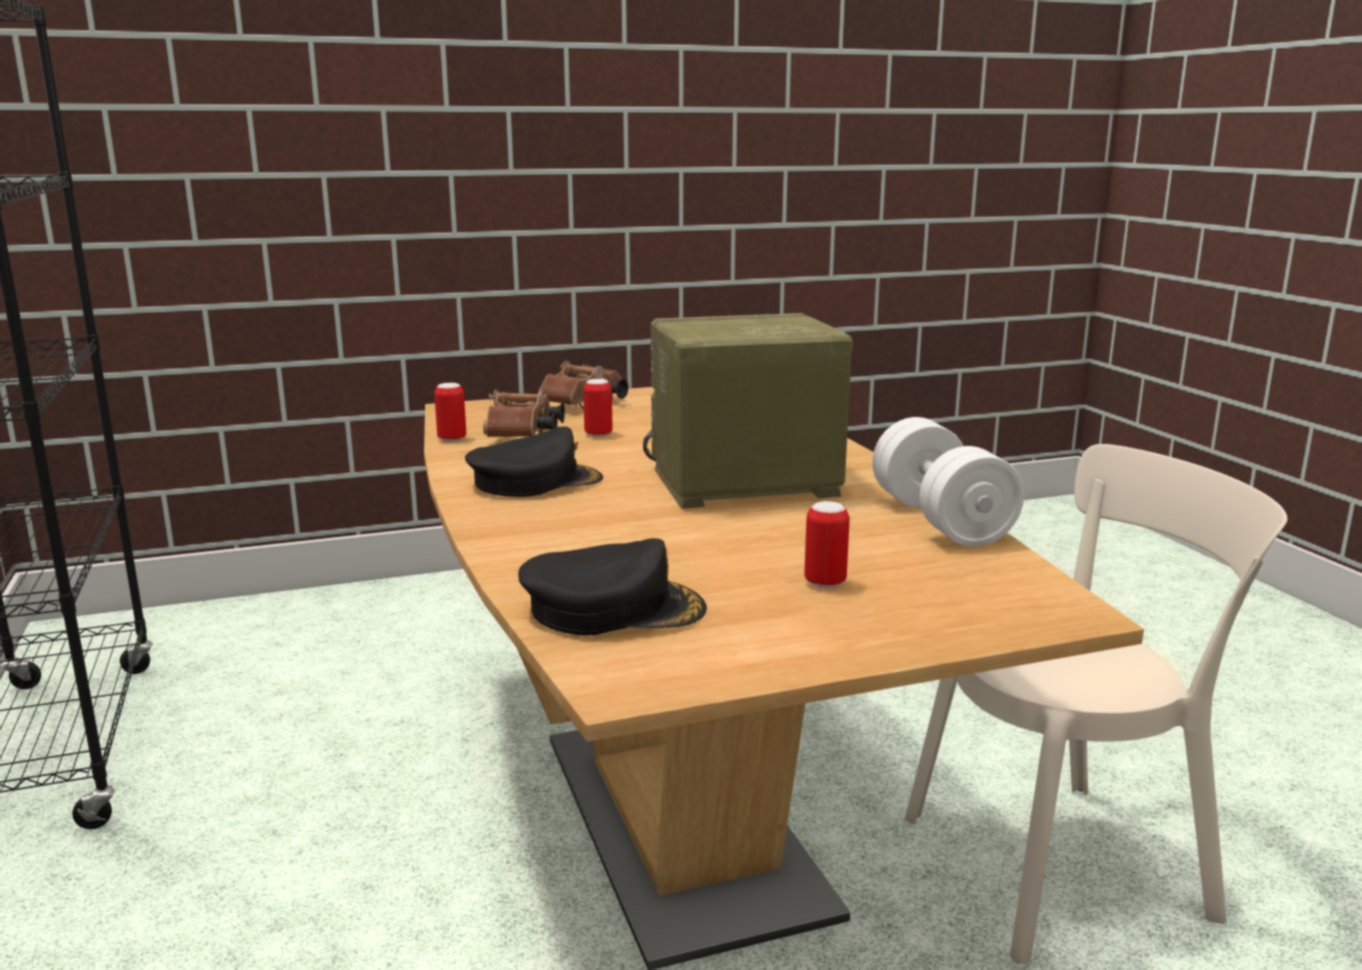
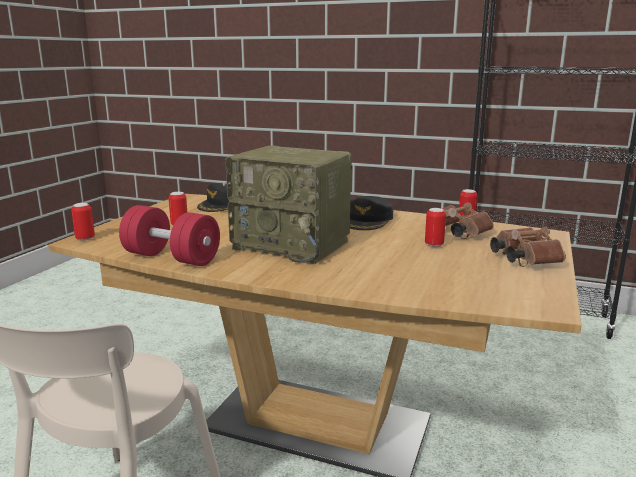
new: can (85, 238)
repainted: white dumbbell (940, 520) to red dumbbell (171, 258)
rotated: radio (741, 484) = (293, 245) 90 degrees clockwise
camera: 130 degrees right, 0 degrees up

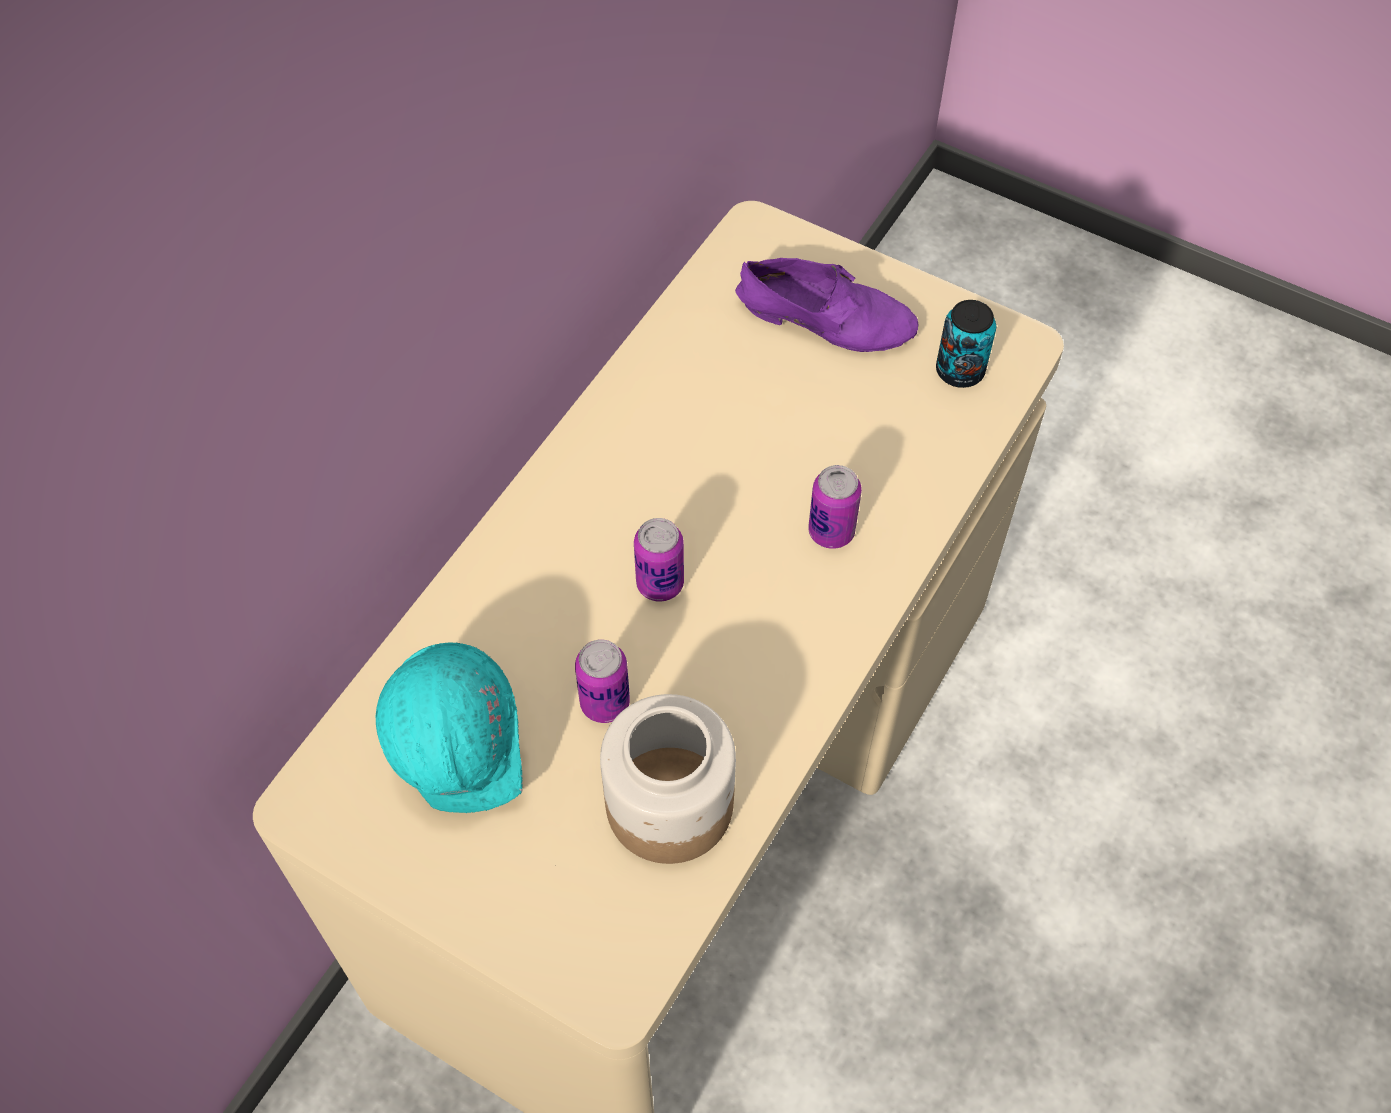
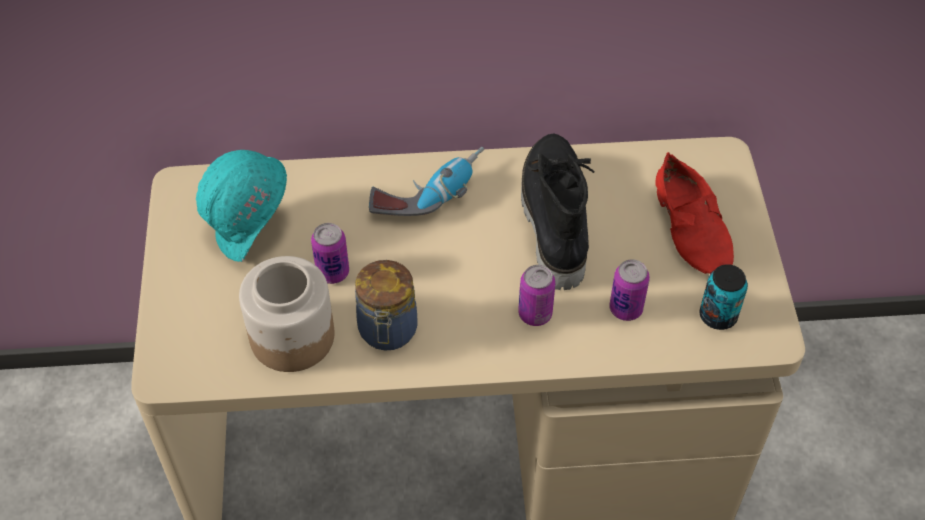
new: black boot (552, 220); power drill (429, 191); jar (387, 332)
shifted: can (660, 583) to (625, 309)
repainted: purple shoe (827, 316) to red shoe (693, 226)
camera: 55 degrees right, 5 degrees down

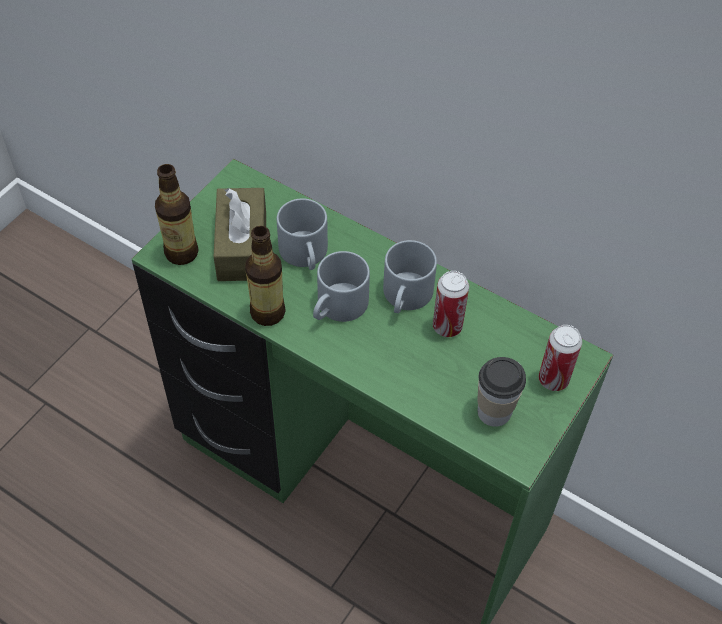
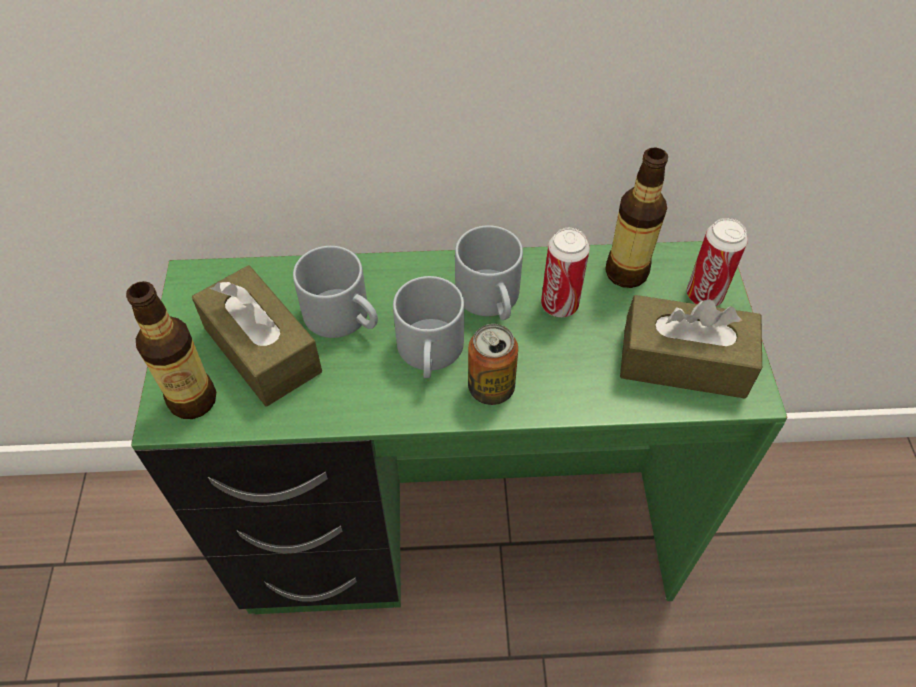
new: can (491, 388)
shifted: bottle (267, 312) to (626, 272)
swapped: cup (494, 411) to brown tissue box (683, 362)
camera: 35 degrees left, 0 degrees up

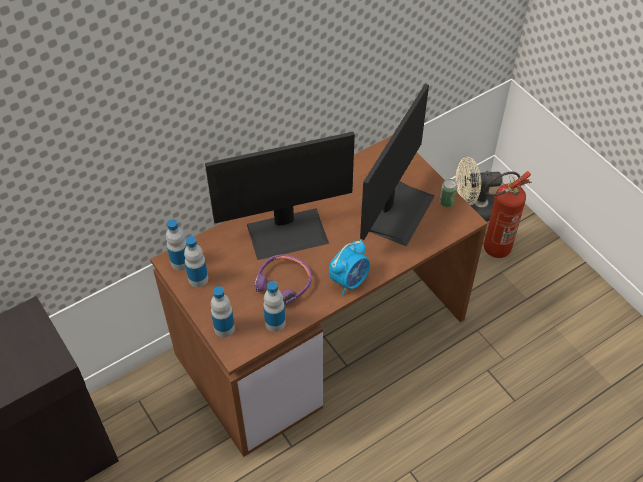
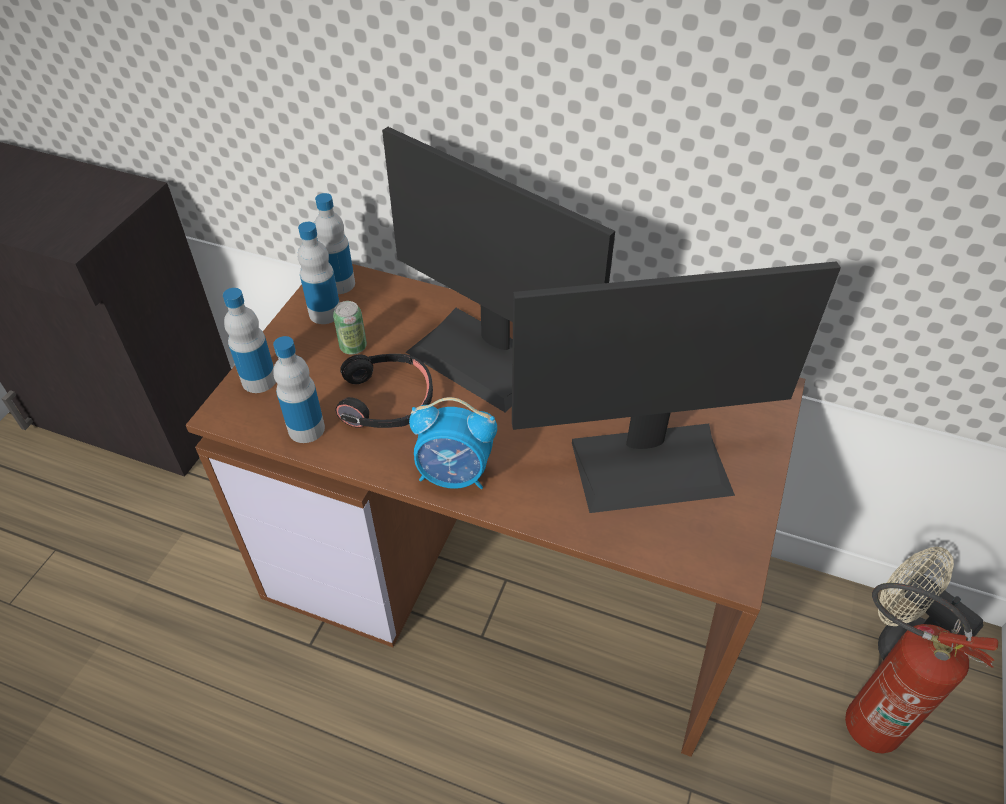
shifted: can (446, 202) to (353, 347)
repainted: purple headphones (284, 283) to black headphones (387, 400)
camera: 55 degrees right, 5 degrees down

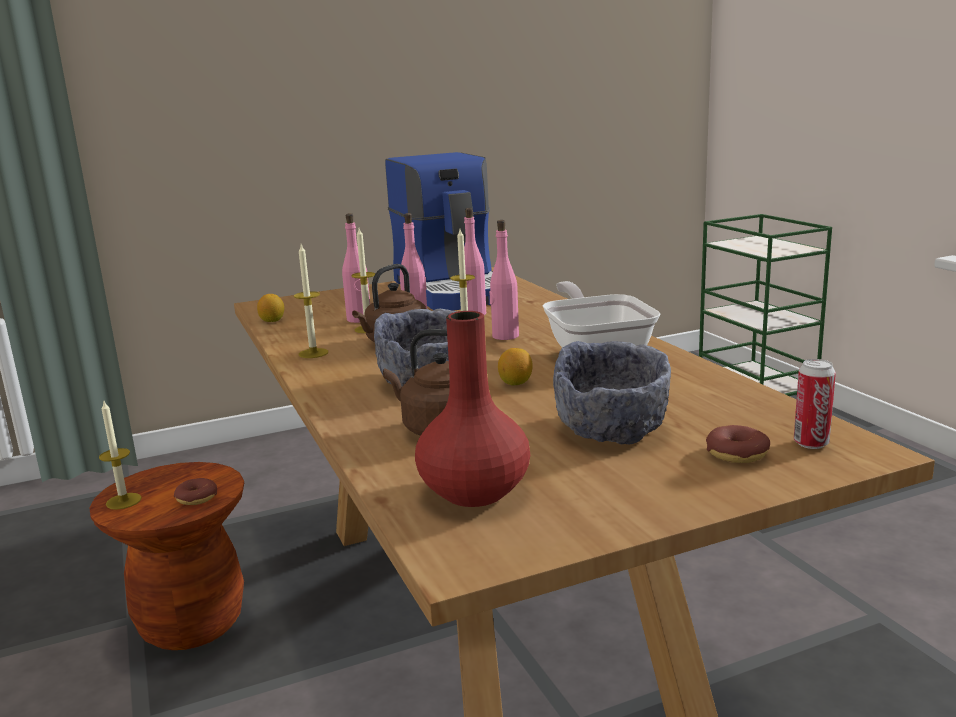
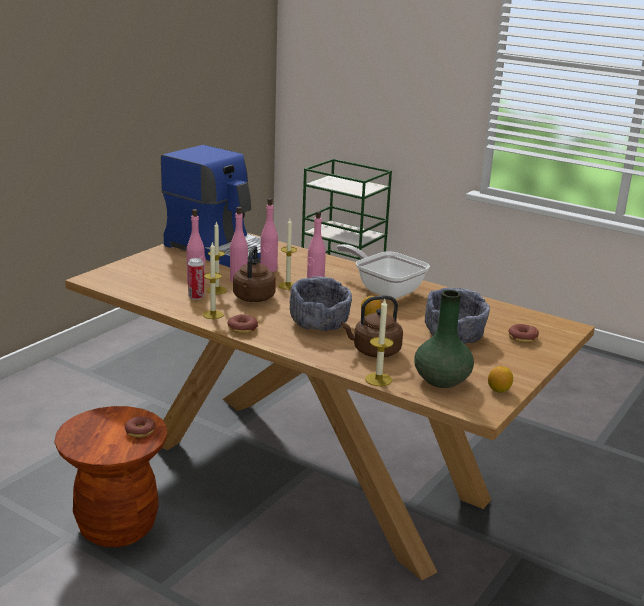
new: donut (242, 329)
shifted: lemon (272, 321) to (499, 390); can (811, 443) to (196, 297); candle (123, 501) to (378, 379)
repainted: red vase (475, 493) to green vase (442, 381)
camera: 35 degrees left, 5 degrees up

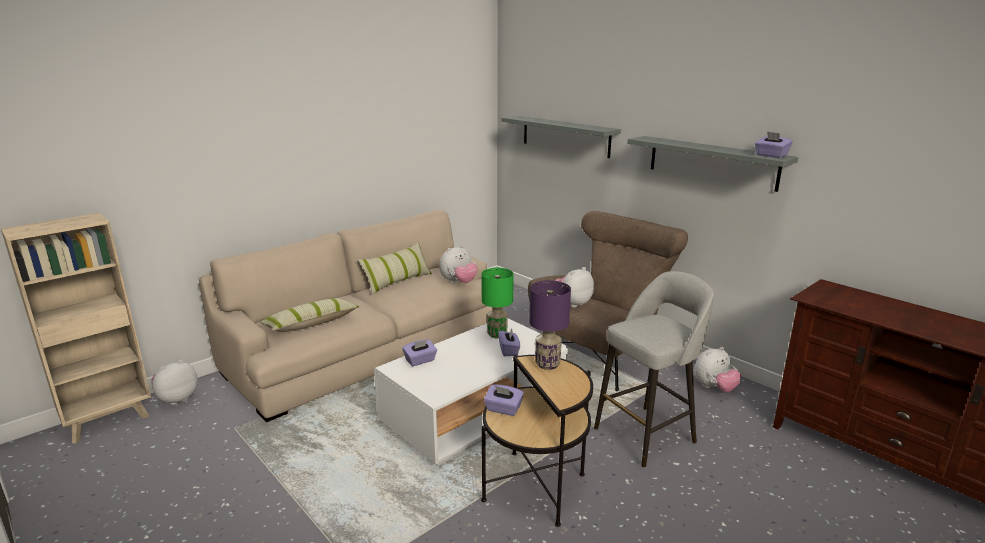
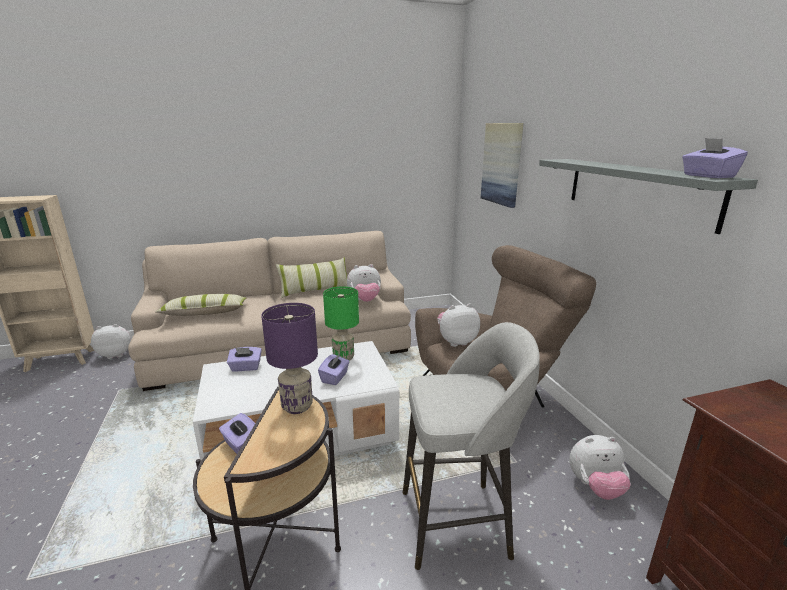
swapped: grey shelf (565, 136) to picture (502, 164)
camera: 25 degrees right, 0 degrees up

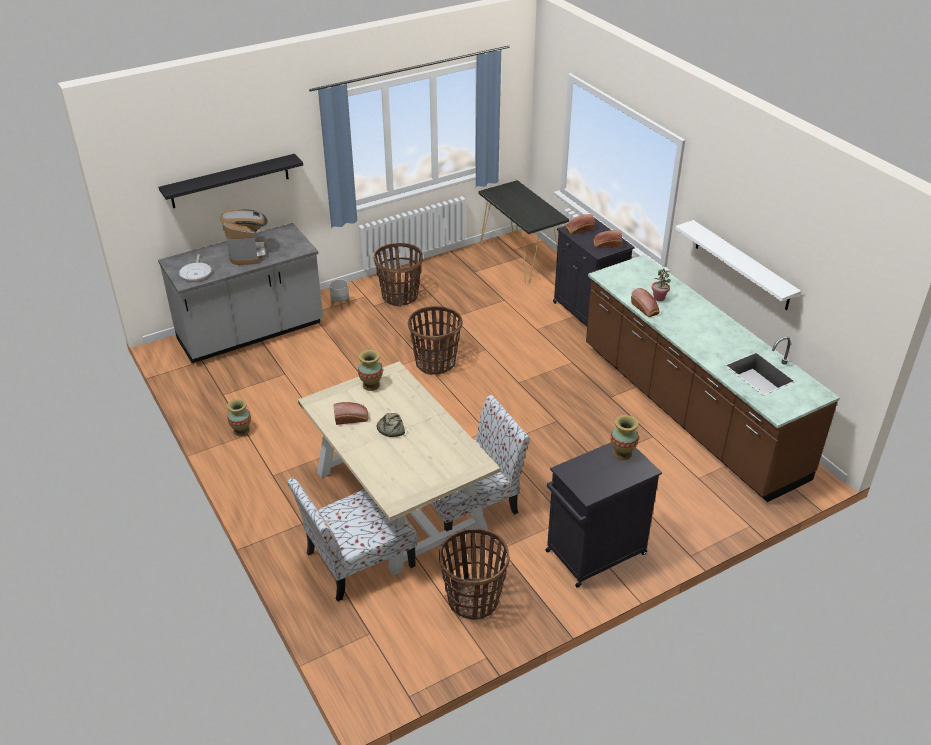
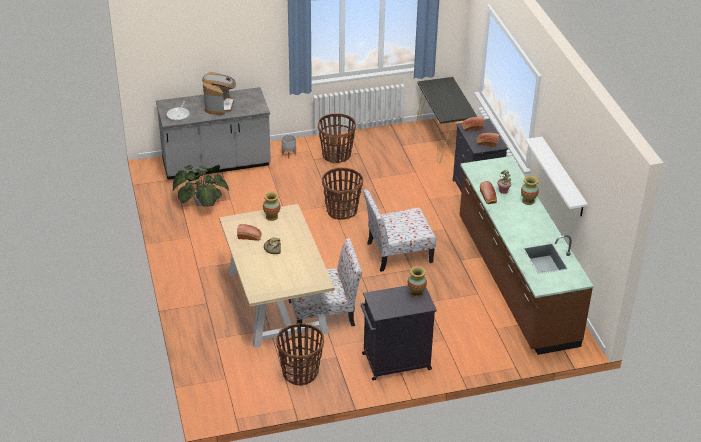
gone: black shelf (230, 181)
new: potted plant (202, 201)
shifted: vase (241, 431) to (528, 201); chair (357, 561) to (397, 253)
camera: 15 degrees right, 0 degrees up

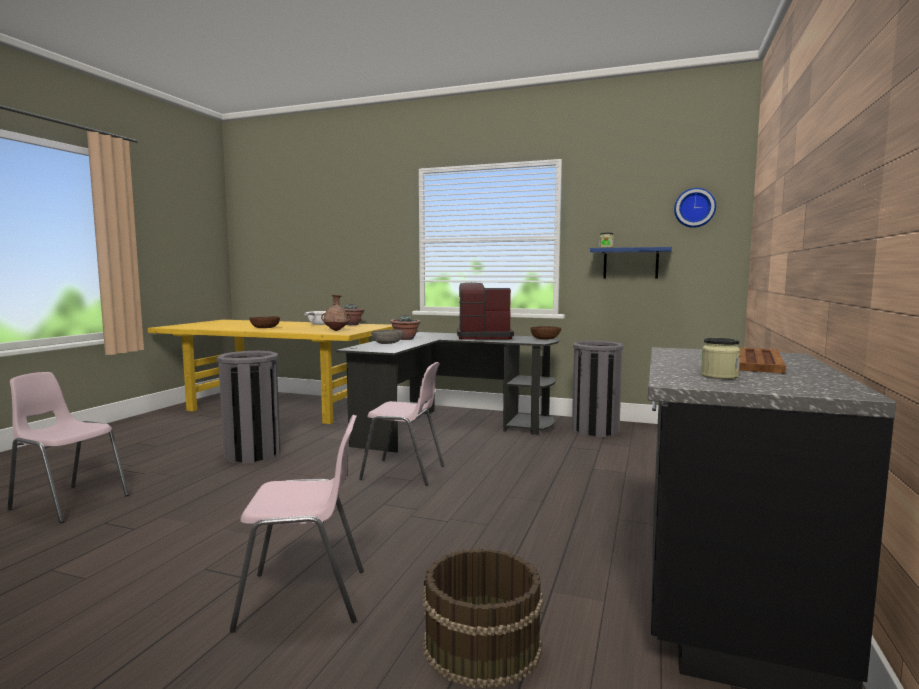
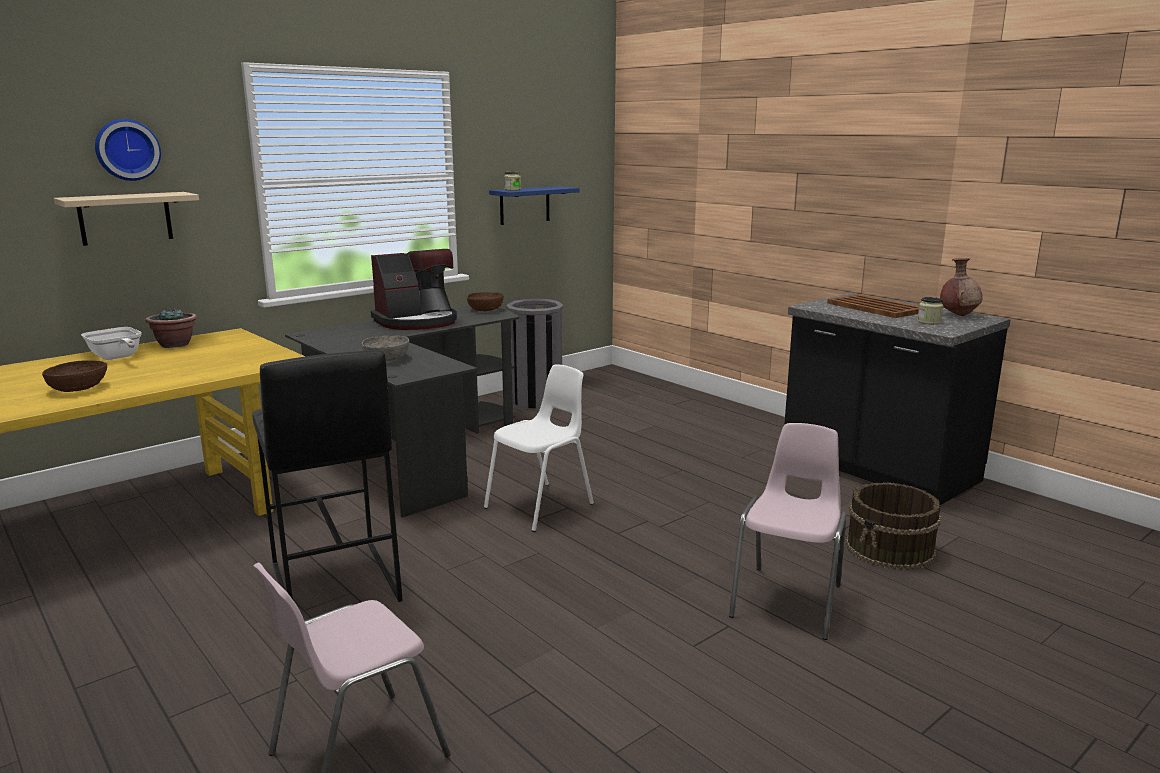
gone: potted plant (405, 339)
new: beige shelf (125, 218)
shifted: wall clock (694, 208) to (127, 149); brown vase (336, 330) to (958, 315)
swapped: grey trash can (252, 454) to black stool (333, 583)
repainted: pink chair (404, 473) to white chair (541, 506)
rotated: coffee machine (483, 337) = (417, 322) 150 degrees counterclockwise
camera: 60 degrees left, 10 degrees up

